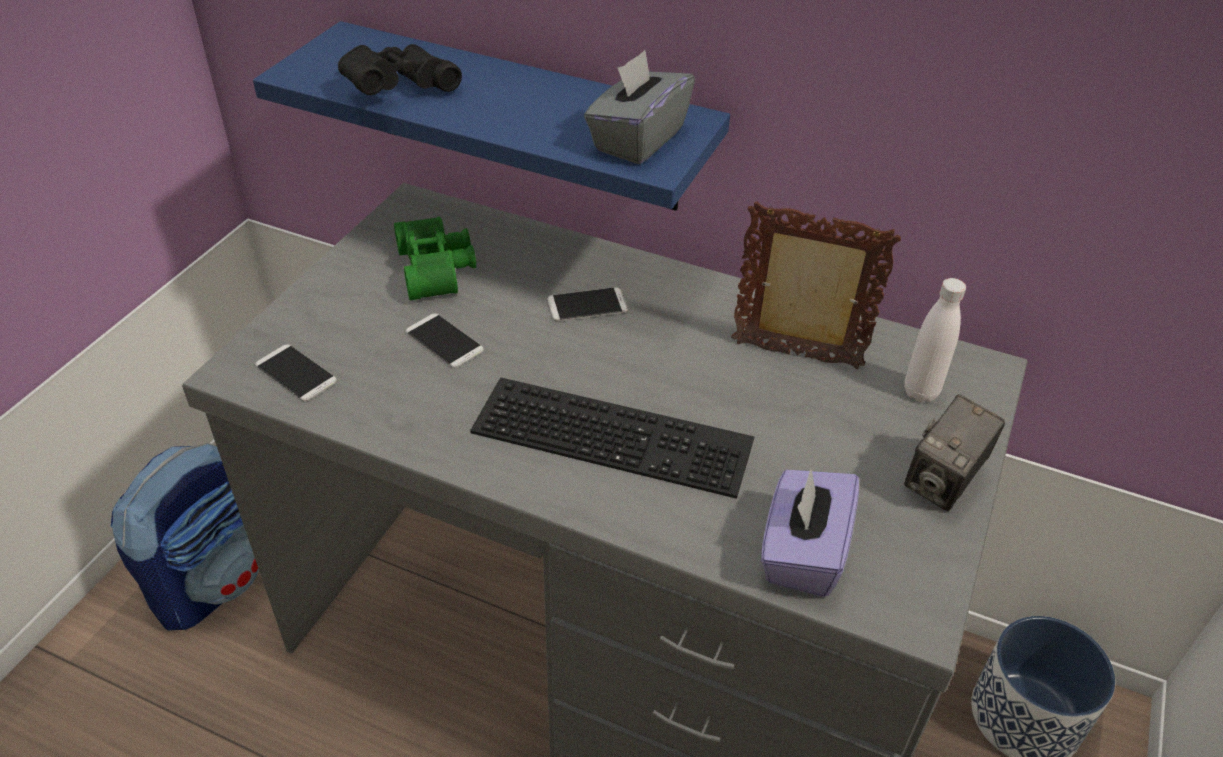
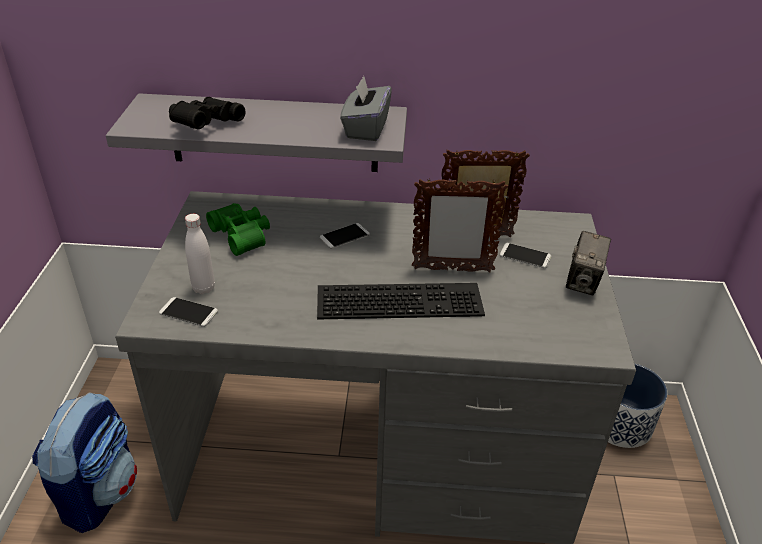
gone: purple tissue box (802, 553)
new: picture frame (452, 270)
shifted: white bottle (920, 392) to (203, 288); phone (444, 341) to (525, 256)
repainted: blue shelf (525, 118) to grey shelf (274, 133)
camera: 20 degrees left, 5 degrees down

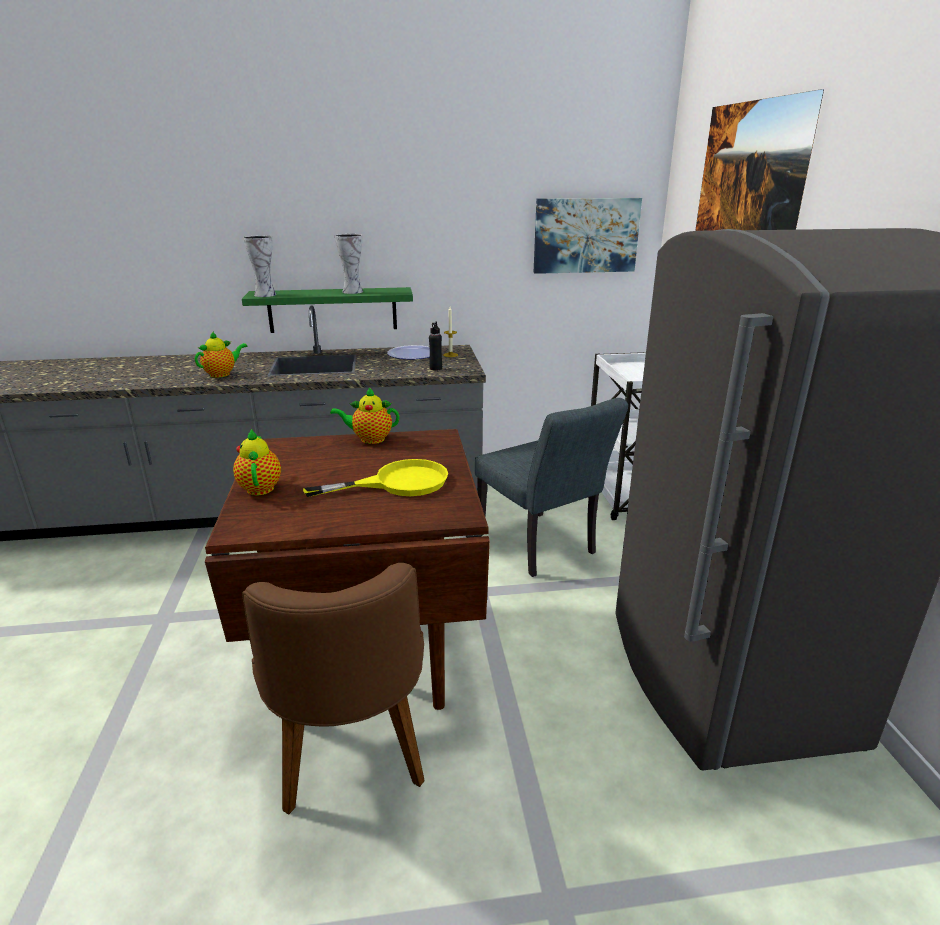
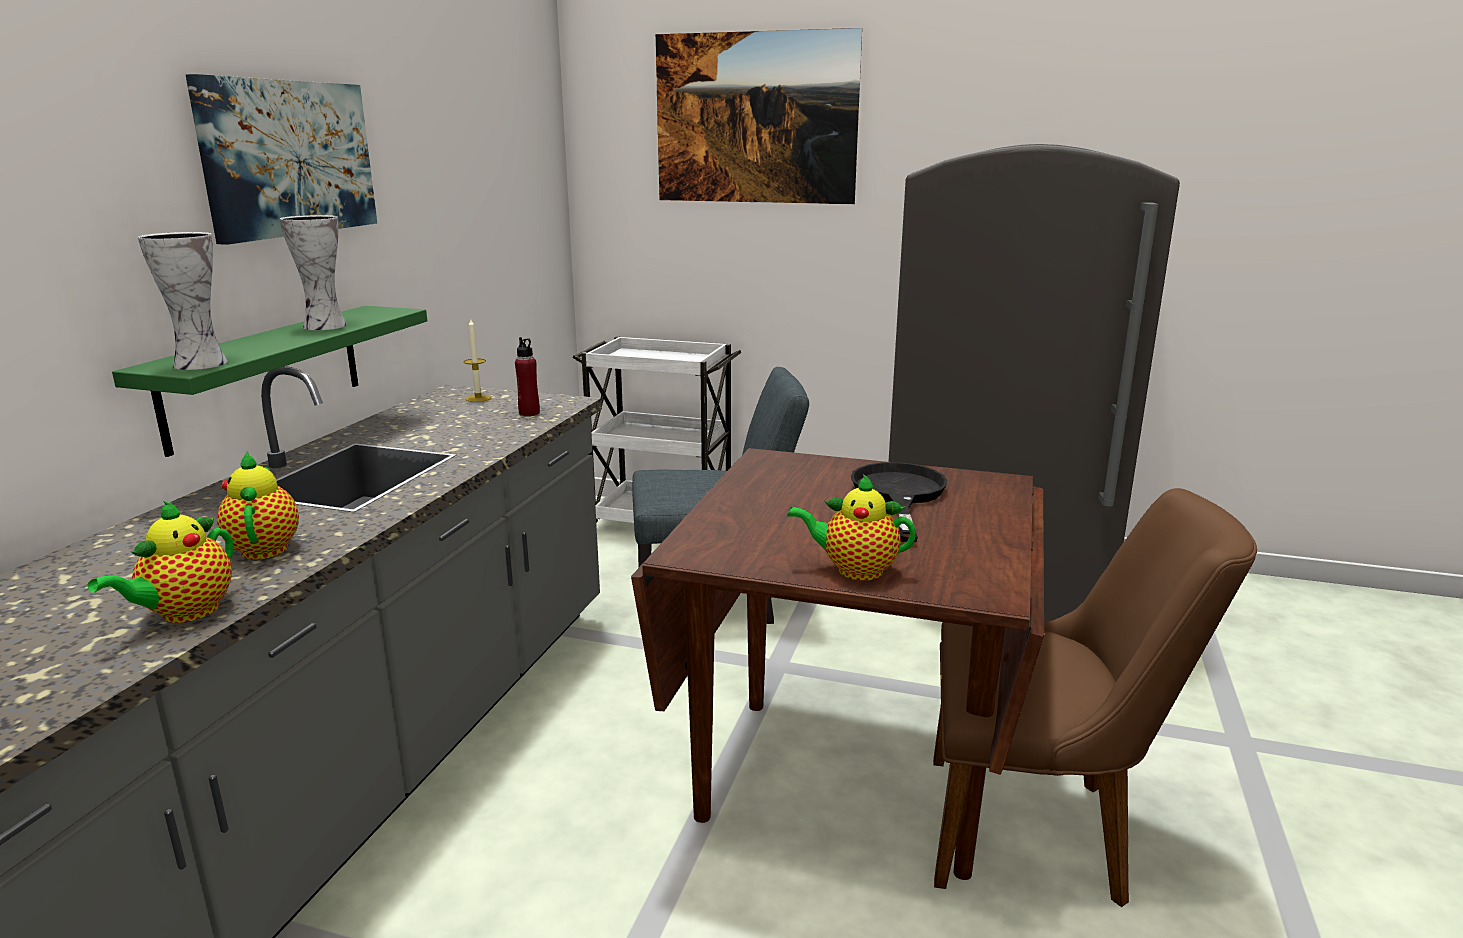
gone: plate (412, 354)
shifted: picture (585, 235) to (288, 158); teapot (369, 439) to (184, 613)
repainted: black bottle (435, 368) to red bottle (529, 413); yellow frying pan (397, 483) to black frying pan (898, 495)
camera: 65 degrees left, 5 degrees down

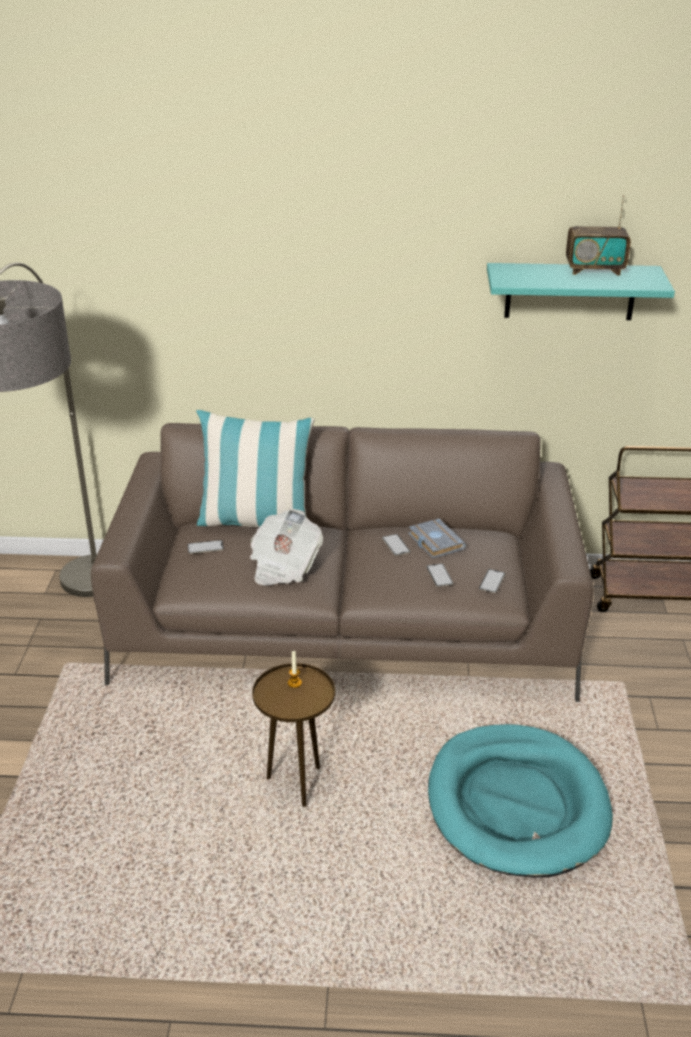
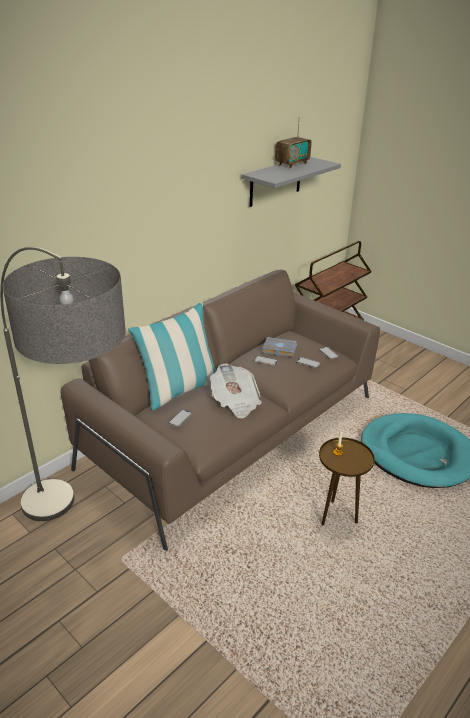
repainted: turquoise shelf (570, 291) to grey shelf (275, 181)
camera: 50 degrees left, 0 degrees up

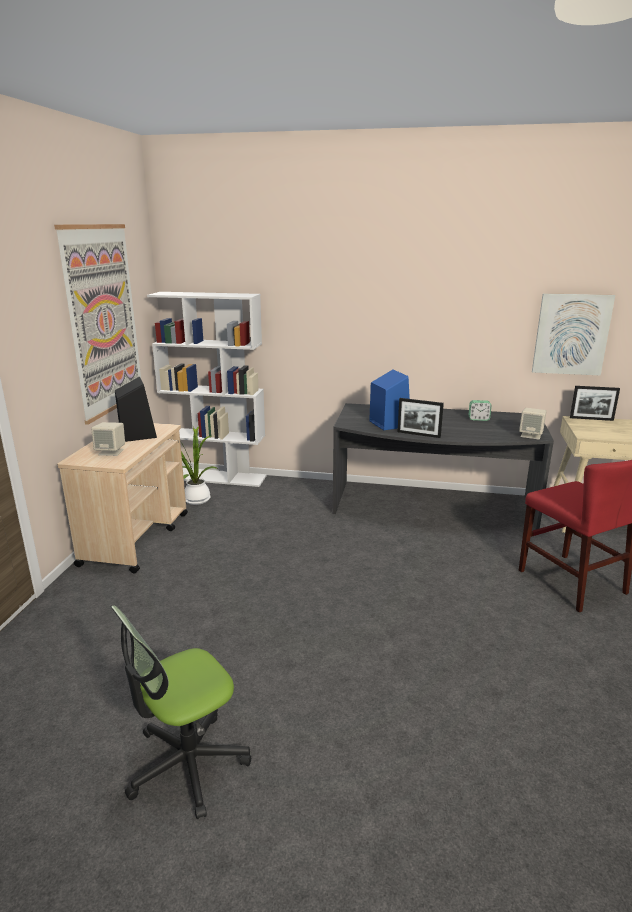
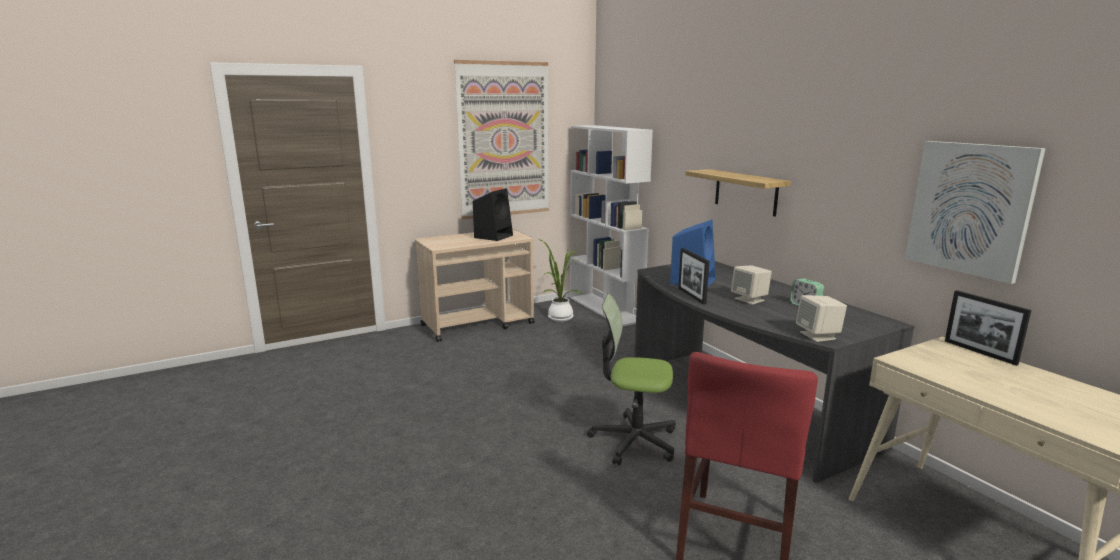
new: shelf (745, 192)
shifted: beige speaker (111, 452) to (749, 299); office chair (187, 764) to (633, 440)
camera: 50 degrees right, 5 degrees down

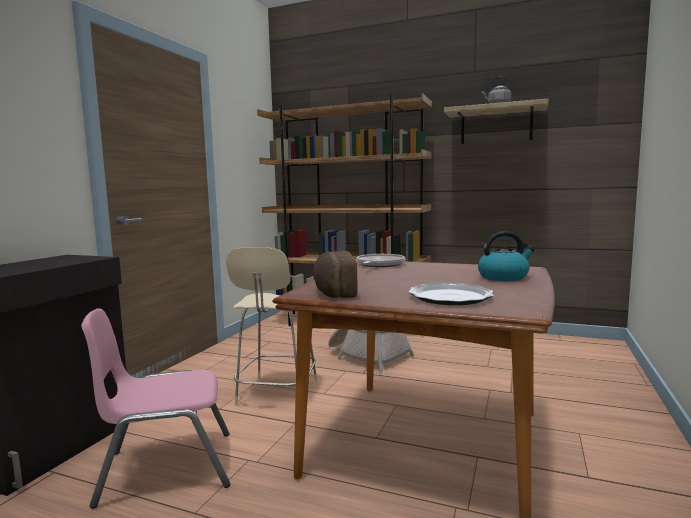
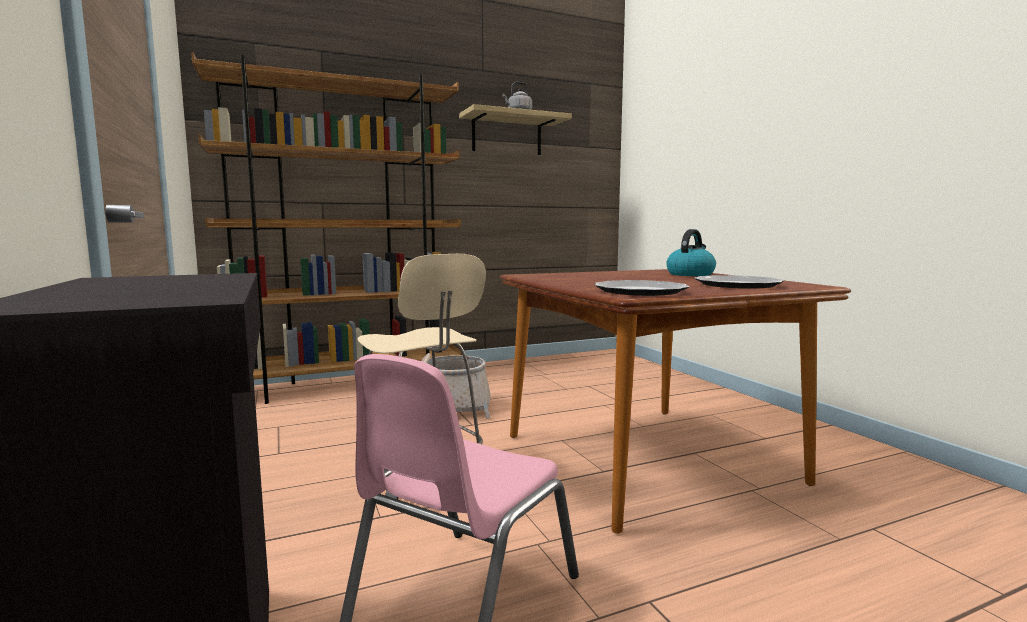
gone: frying pan (379, 265)
swapped: bread (333, 291) to plate (640, 291)
camera: 45 degrees left, 0 degrees up

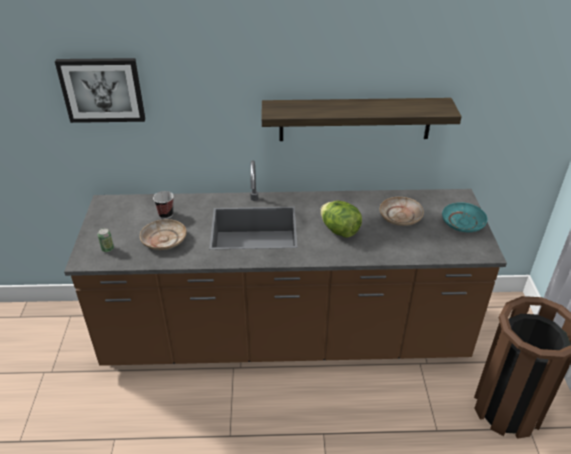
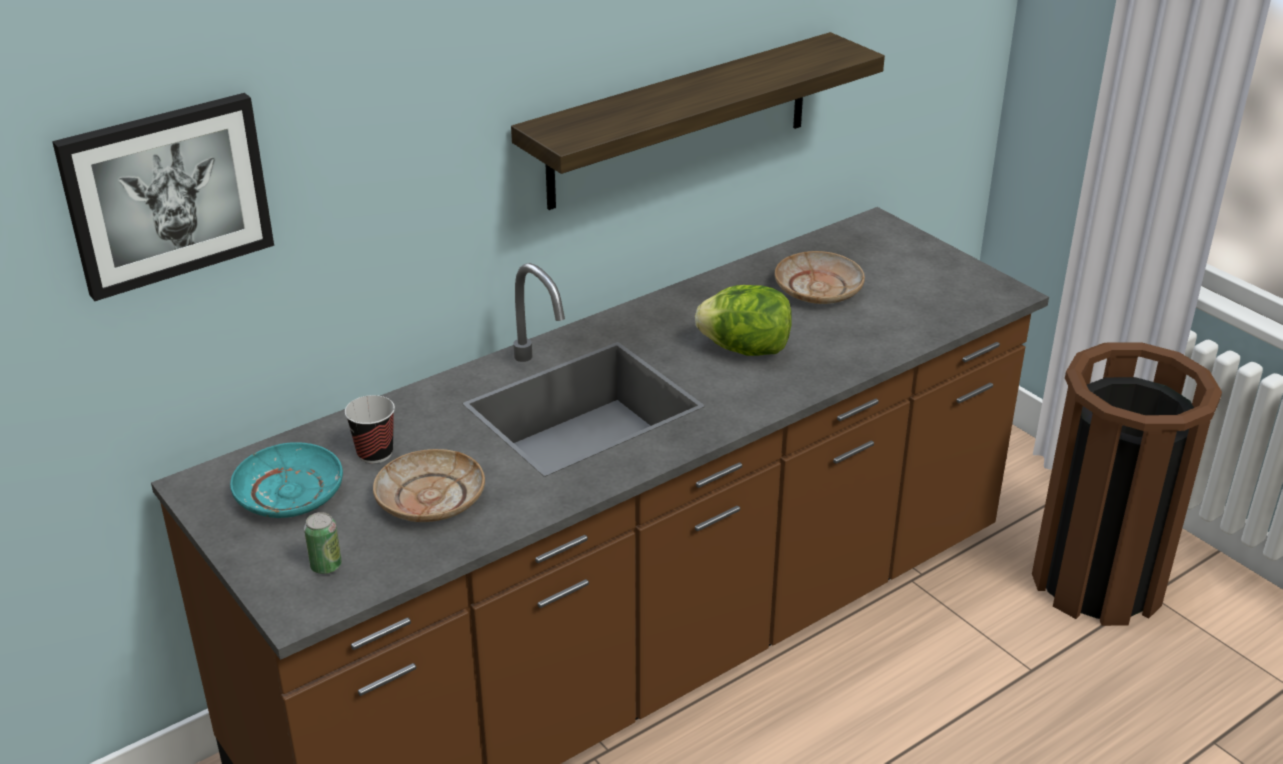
shifted: turquoise plate (463, 222) to (290, 493)
camera: 35 degrees left, 5 degrees down

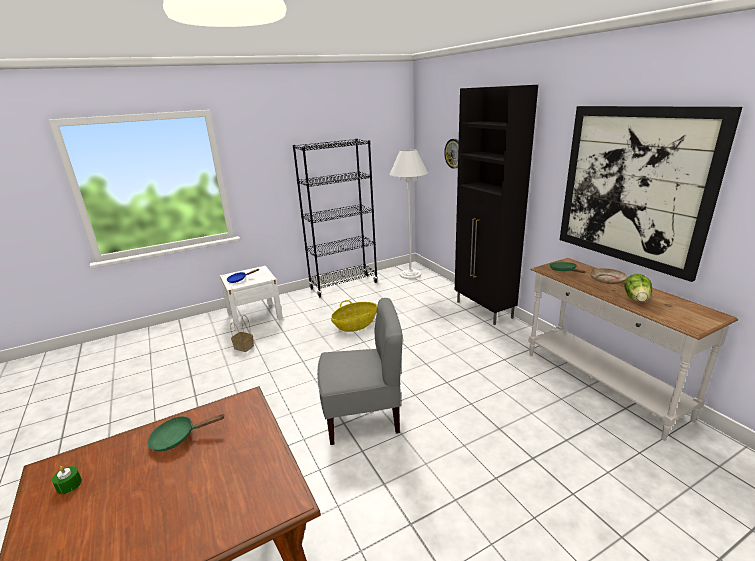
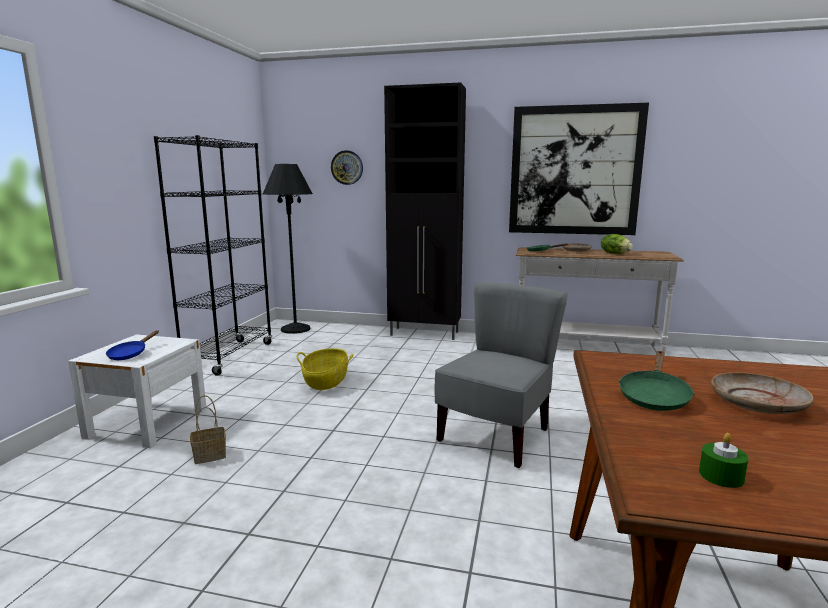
new: beige plate (758, 403)
repainted: white floor lamp (410, 274) to black floor lamp (295, 329)
camera: 50 degrees left, 10 degrees down

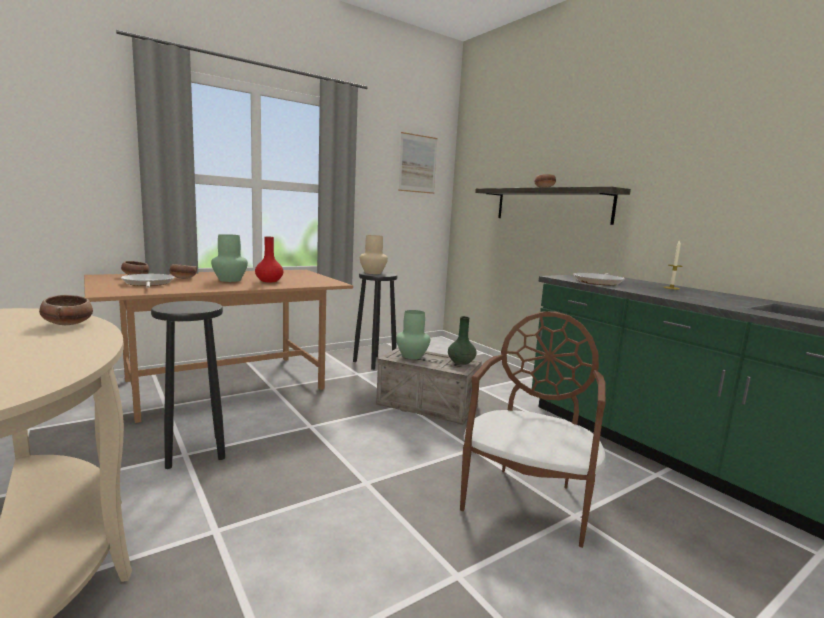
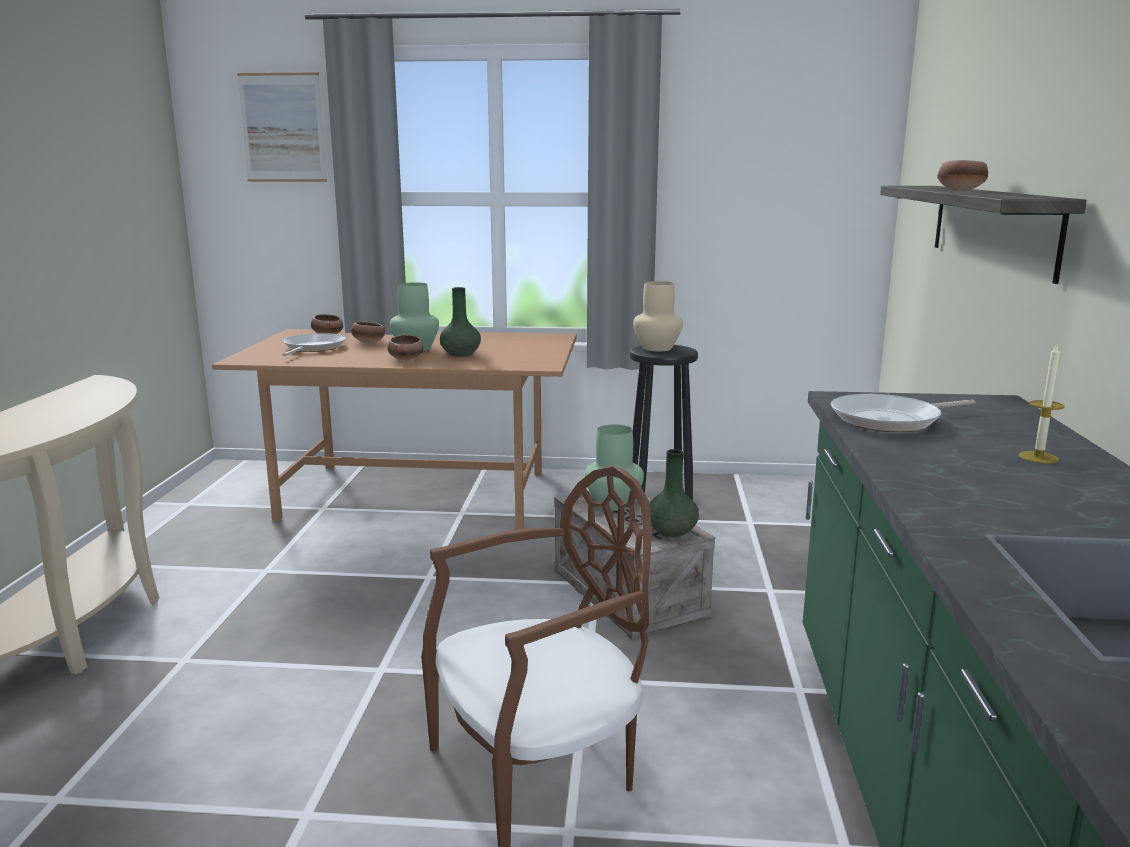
gone: black stool (193, 451)
shifted: picture (417, 164) to (282, 128); bowl (68, 324) to (406, 359)
repainted: red vase (269, 281) to green vase (461, 354)
camera: 40 degrees right, 5 degrees up

